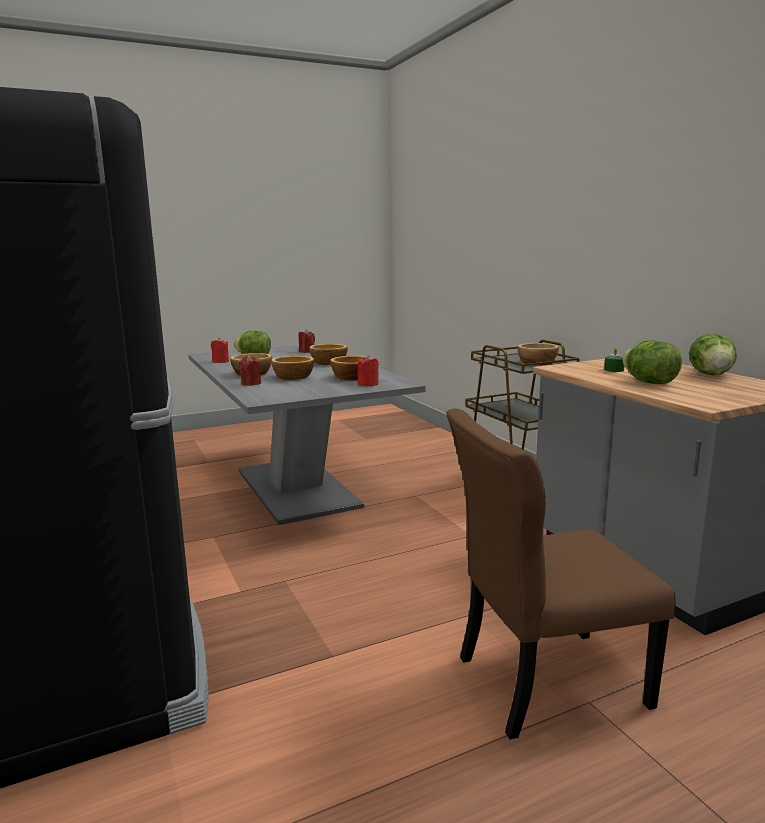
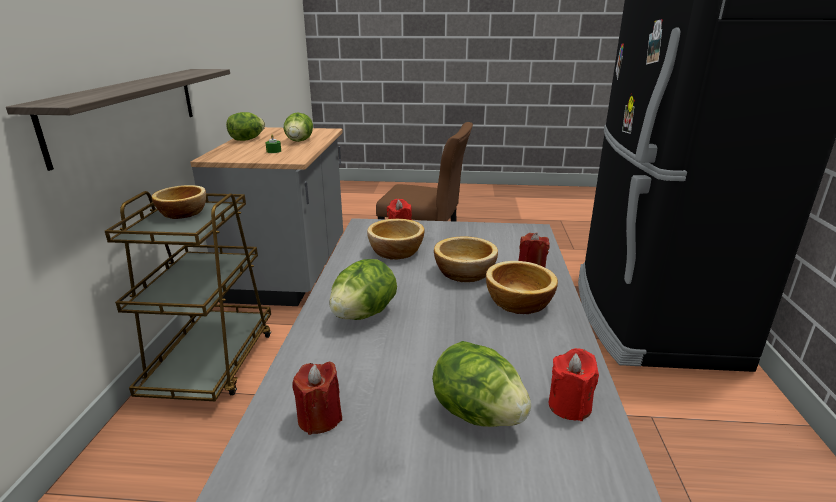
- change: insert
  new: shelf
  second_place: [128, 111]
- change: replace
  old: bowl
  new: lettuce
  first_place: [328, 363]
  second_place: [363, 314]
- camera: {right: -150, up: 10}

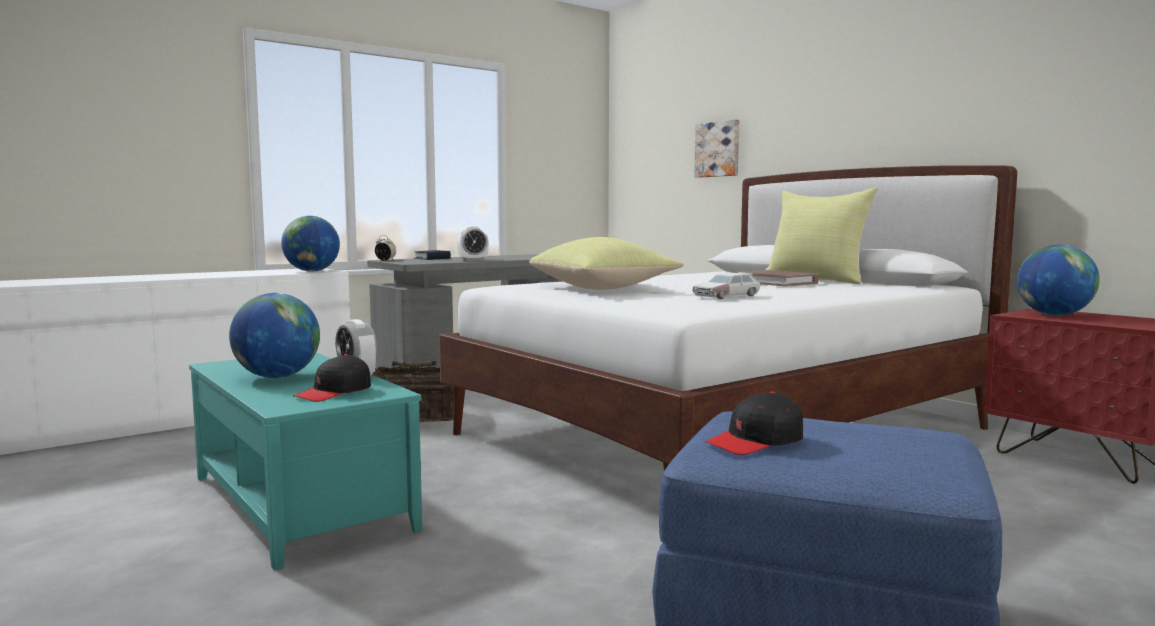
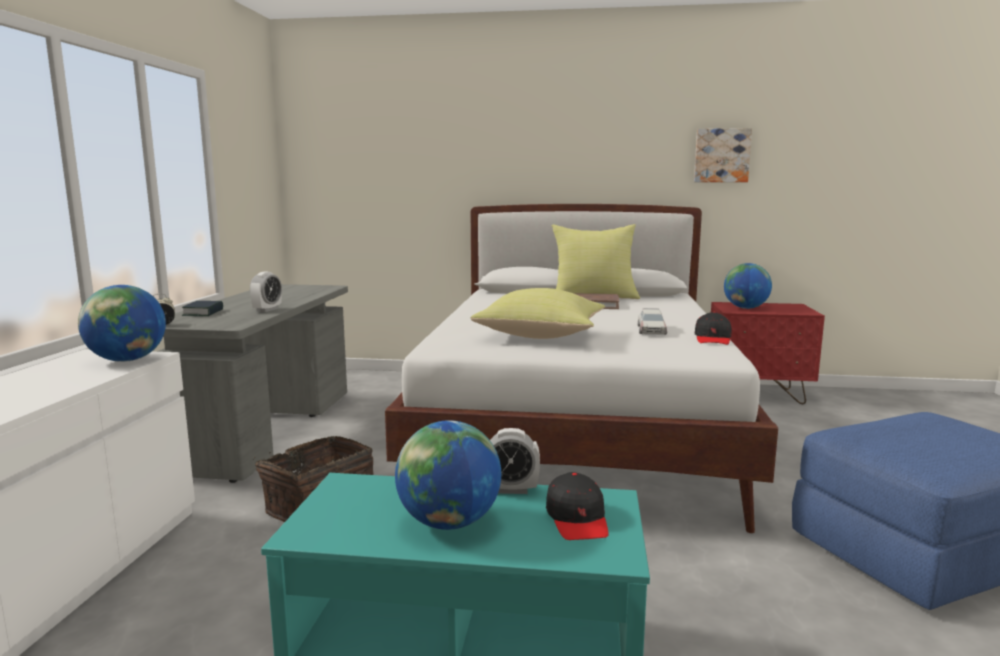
- change: move
  old: picture
  first_place: [718, 149]
  second_place: [721, 155]
- change: move
  old: cap/black
  first_place: [755, 442]
  second_place: [713, 338]
- camera: {right: -45, up: 5}

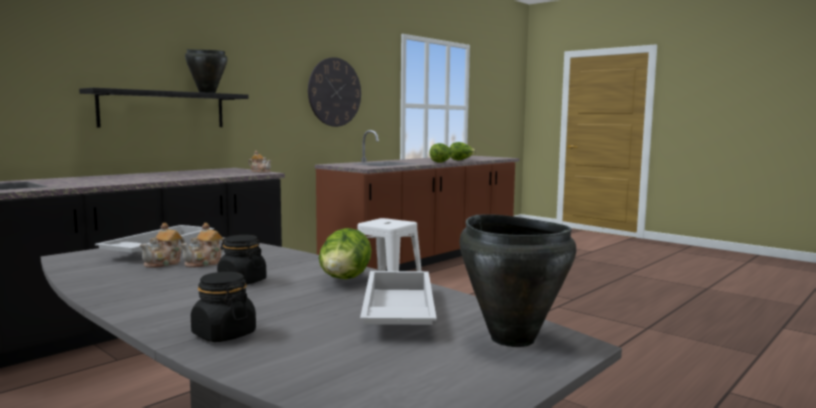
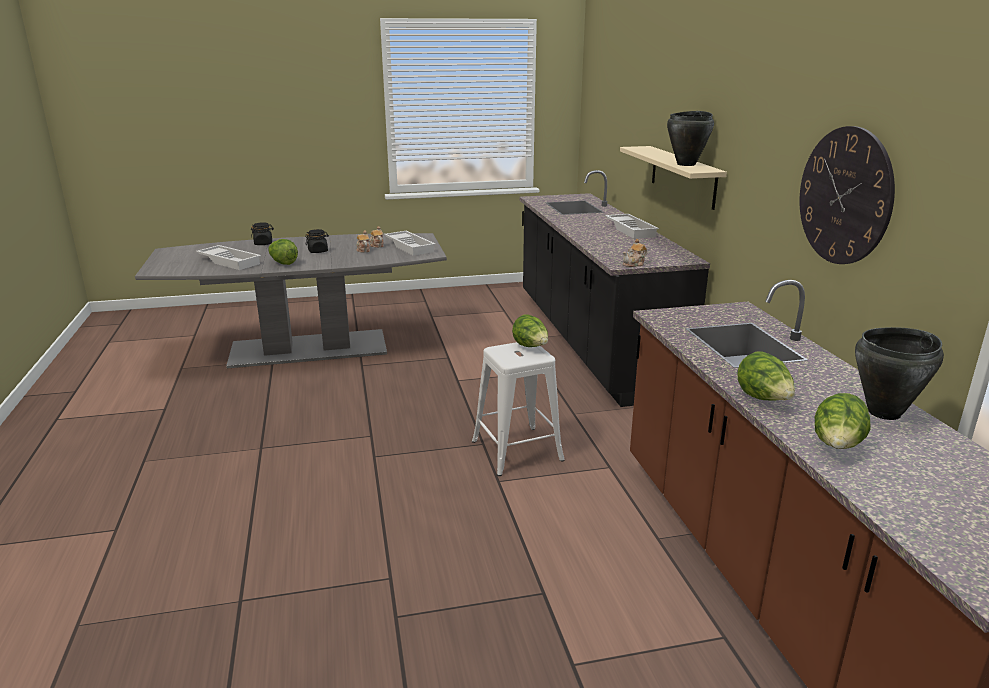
- change: insert
  new: lettuce
  second_place: [531, 347]
- change: insert
  new: tray/white
  second_place: [631, 230]
- change: recolor
  old: shelf/black
  new: shelf/beige
  first_place: [163, 109]
  second_place: [683, 176]
- change: move
  old: cooking pot/black
  first_place: [512, 338]
  second_place: [885, 413]
- camera: {right: 125, up: 15}

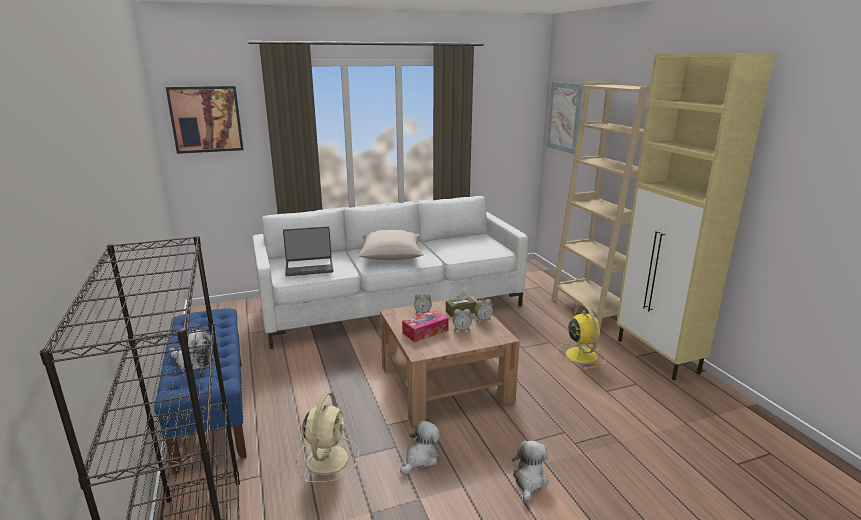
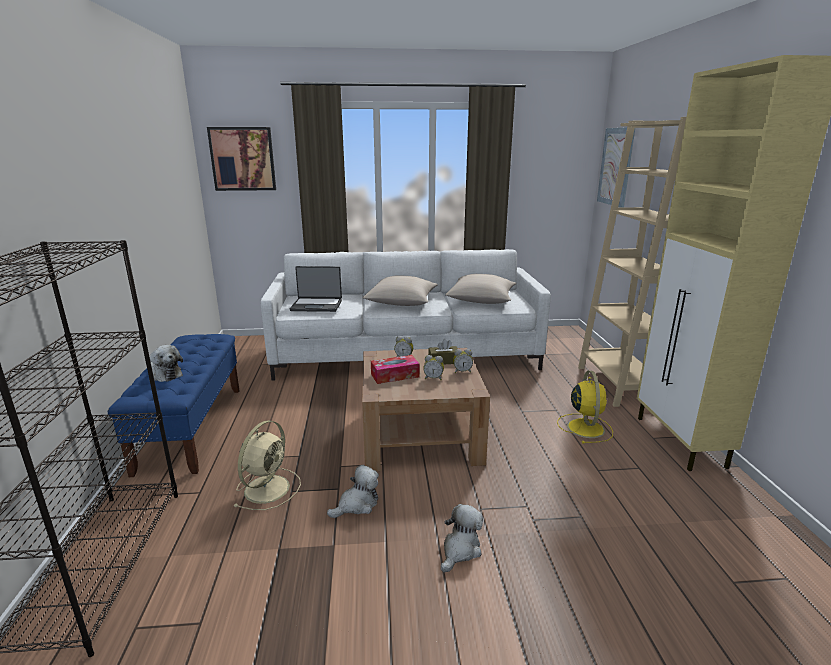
- change: insert
  new: pillow/beige
  second_place: [481, 300]
- camera: {right: 15, up: 0}

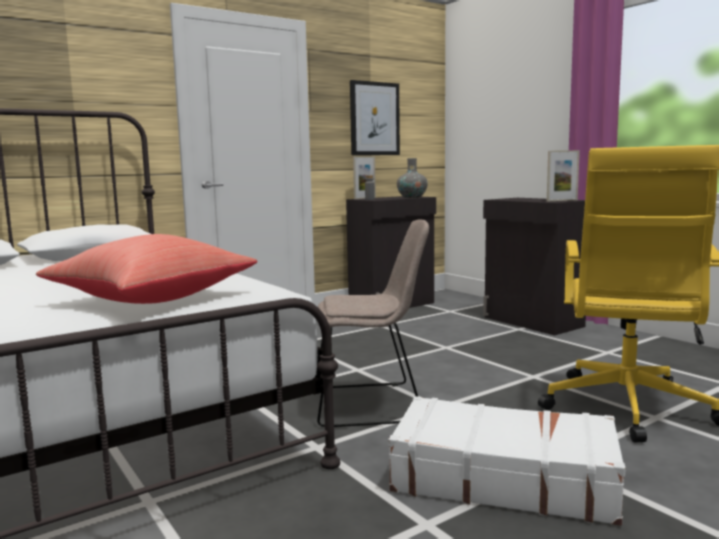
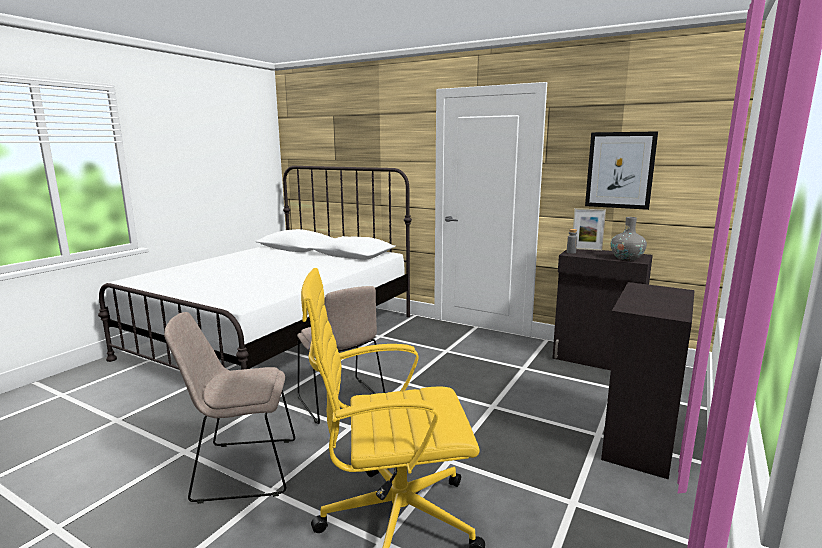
- change: replace
  old: suitcase/white
  new: chair/beige
  first_place: [503, 478]
  second_place: [241, 469]
- change: delete
  old: pillow/red
  first_place: [151, 300]
- change: delete
  old: picture frame
  first_place: [562, 200]
- camera: {right: 65, up: 5}

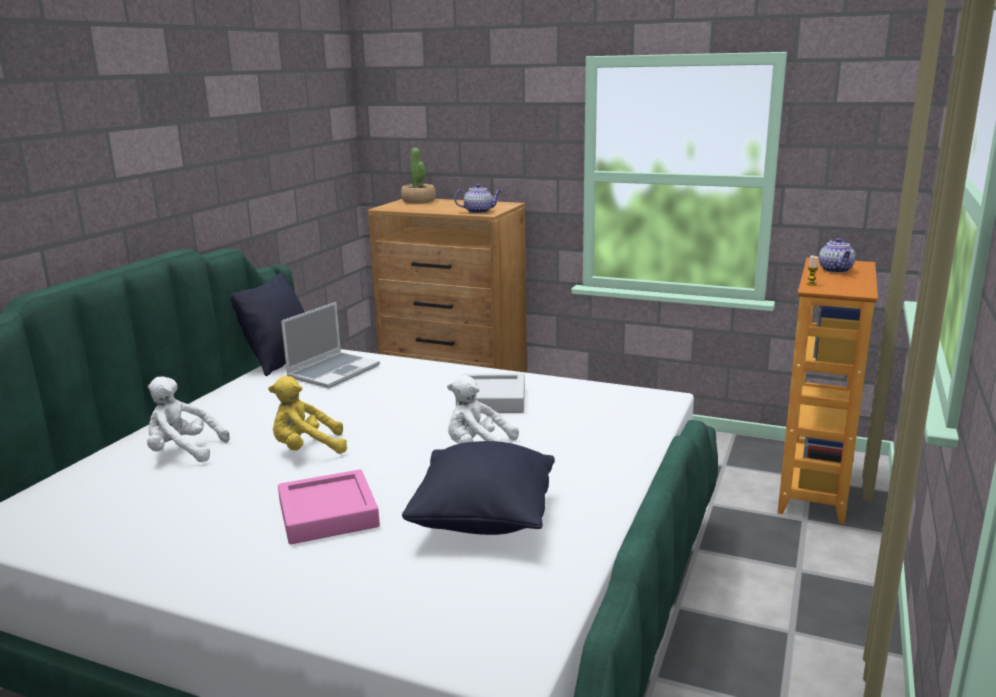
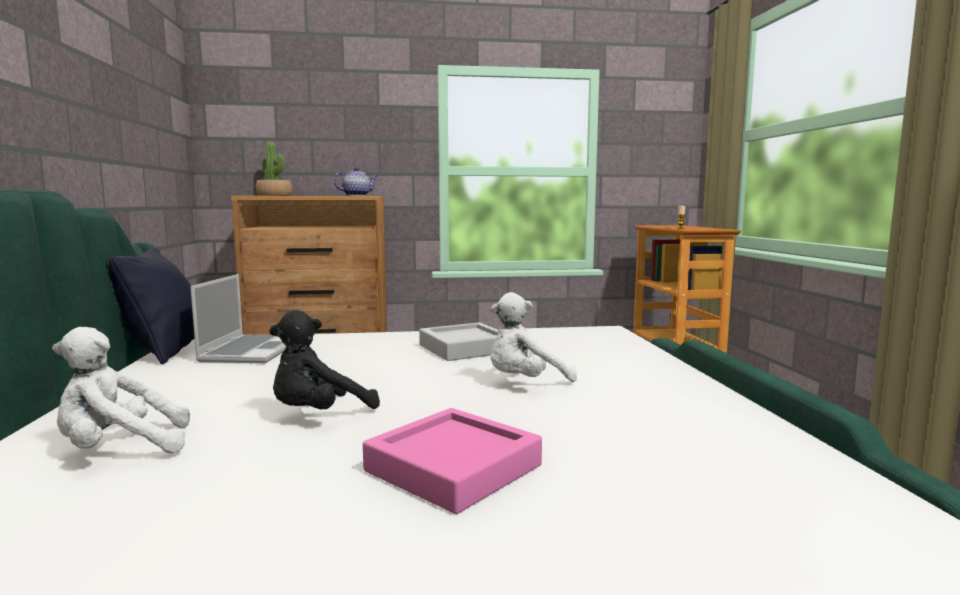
- change: recolor
  old: plush toy/yellow
  new: plush toy/black
  first_place: [307, 449]
  second_place: [319, 414]
- change: delete
  old: pillow/black
  first_place: [483, 520]
- change: delete
  old: teapot
  first_place: [836, 270]
- camera: {right: -30, up: -10}

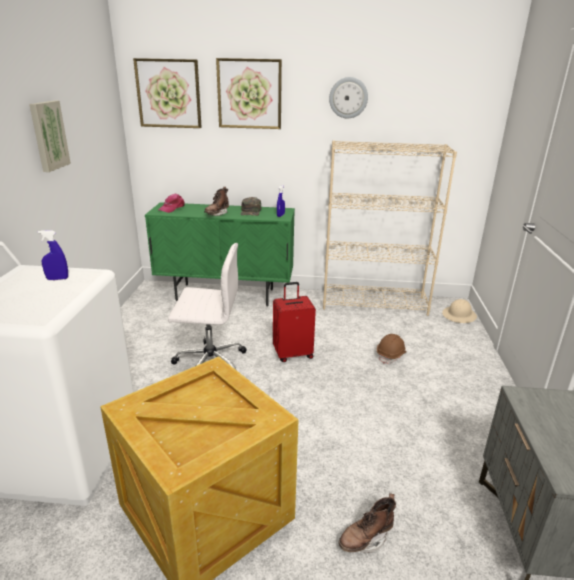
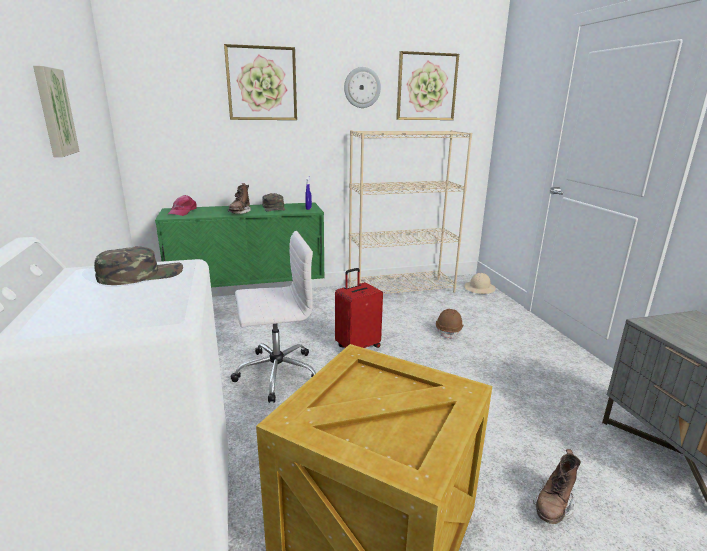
- change: replace
  old: spray bottle/blue
  new: cap/green
  first_place: [57, 279]
  second_place: [141, 274]
- change: move
  old: picture
  first_place: [168, 93]
  second_place: [426, 87]
- camera: {right: -20, up: -5}

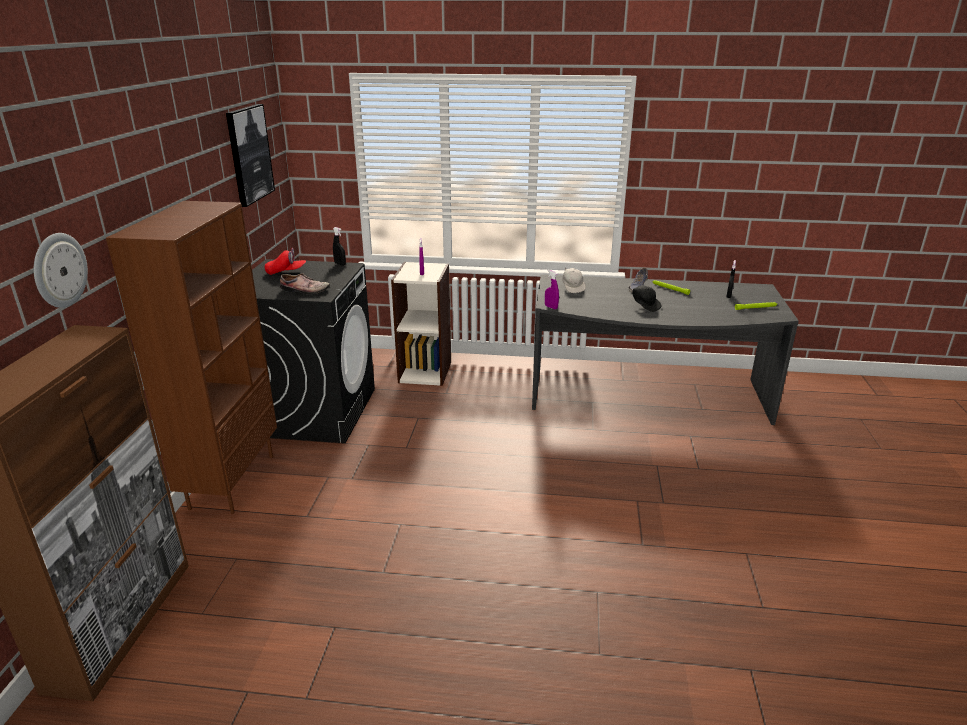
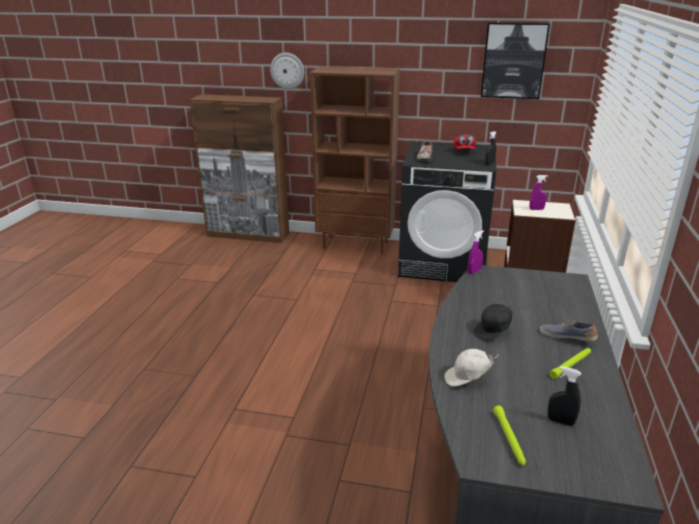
- change: move
  old: cap/white
  first_place: [573, 287]
  second_place: [468, 379]
- camera: {right: 95, up: 0}

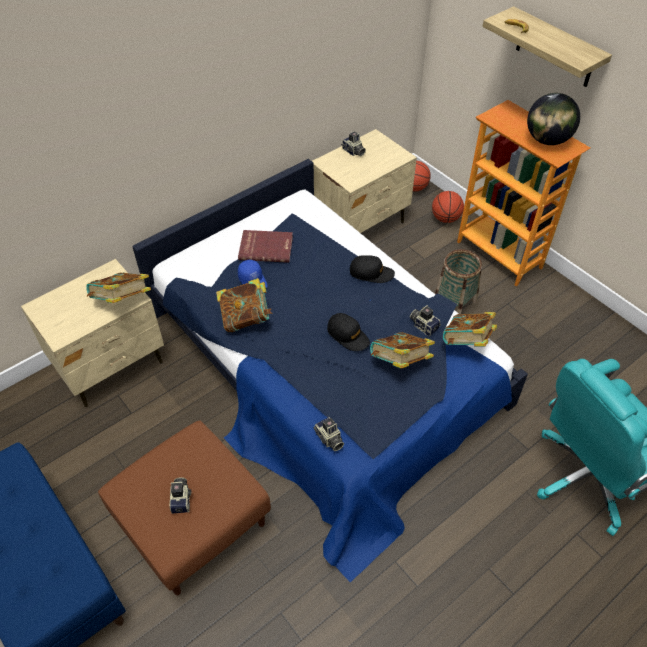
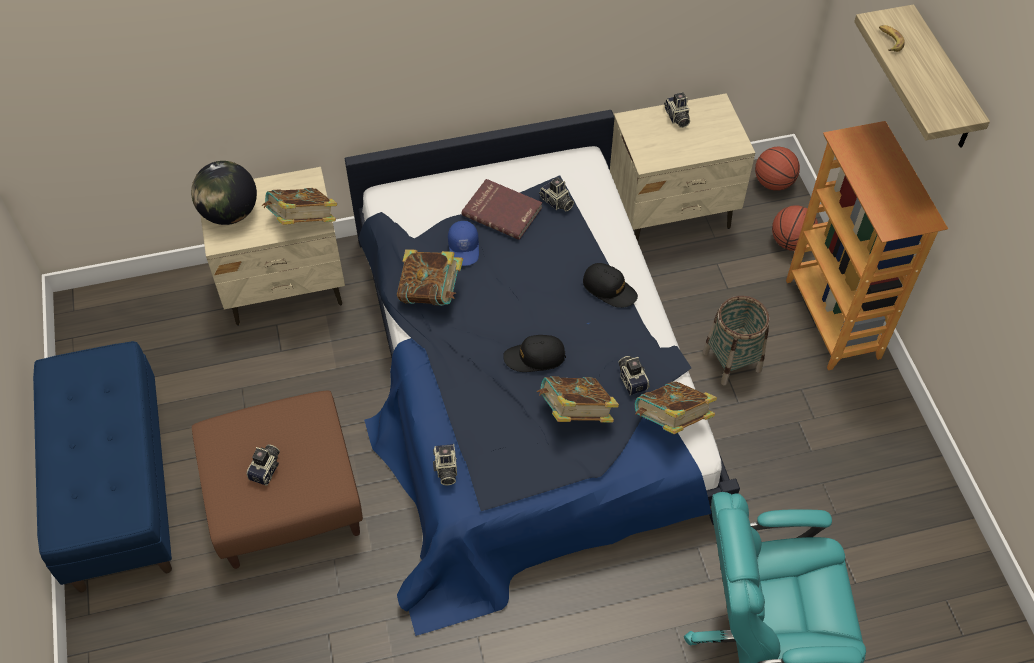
- change: move
  old: globe
  first_place: [547, 140]
  second_place: [230, 213]
- change: rotate
  old: cap/black
  first_place: [348, 335]
  second_place: [534, 357]
  degrees: 105
- change: insert
  new: photo camera
  second_place: [556, 202]
- camera: {right: 25, up: 5}

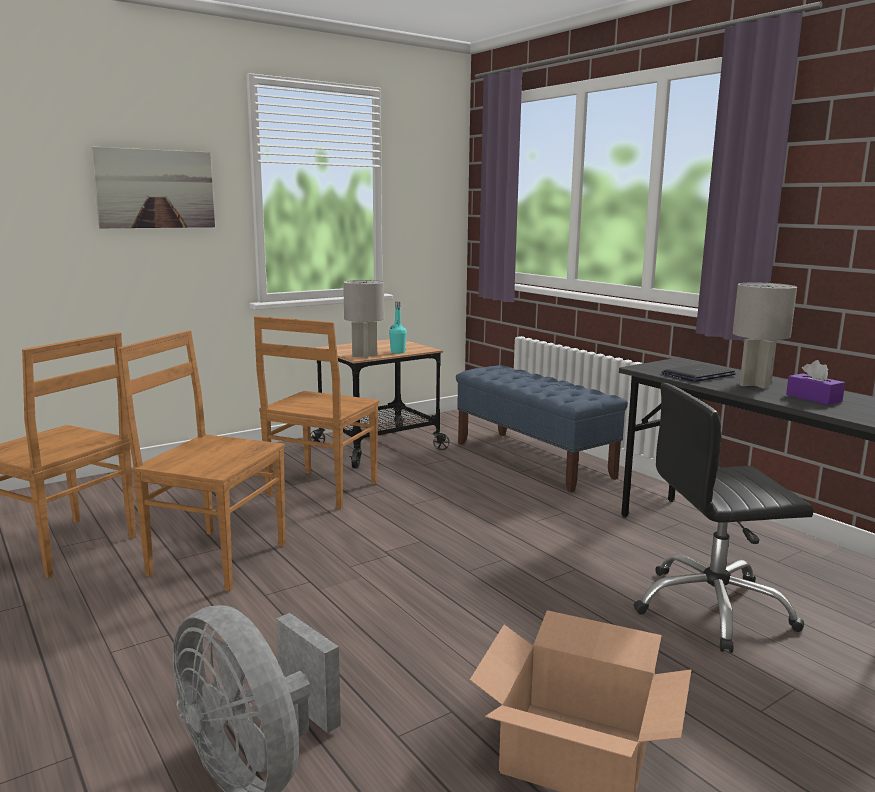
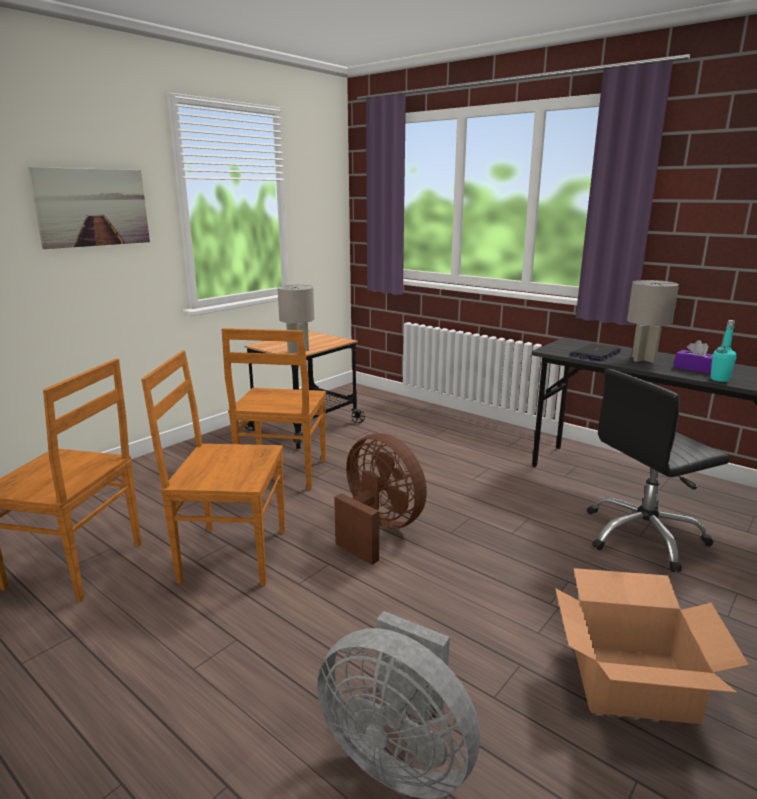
- change: insert
  new: fan/brown
  second_place: [378, 530]
- change: move
  old: bottle/turquoise
  first_place: [397, 352]
  second_place: [719, 379]
- change: delete
  old: bench/blue
  first_place: [533, 460]
- camera: {right: -15, up: 5}

